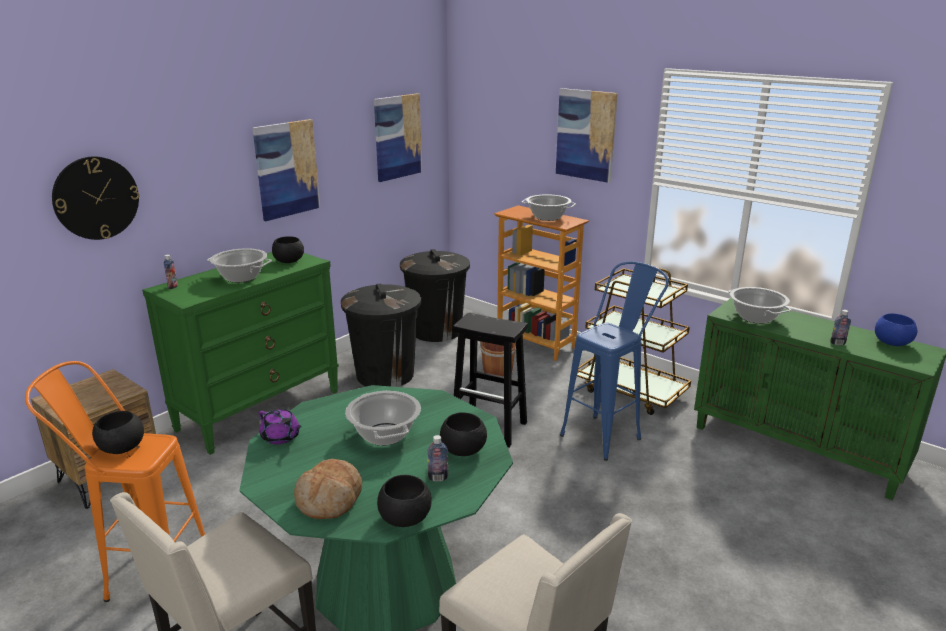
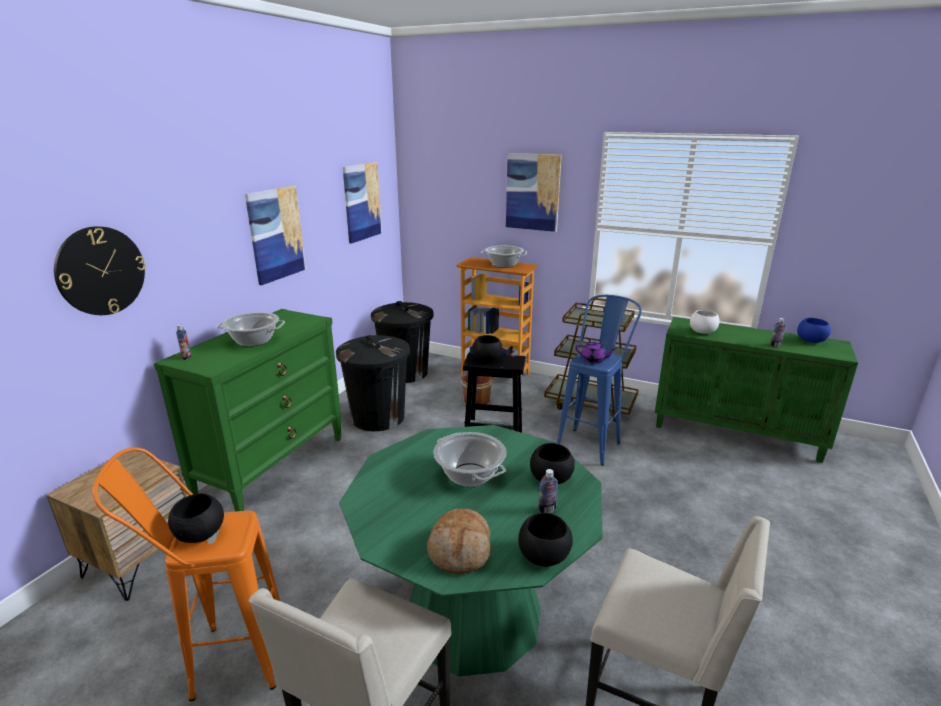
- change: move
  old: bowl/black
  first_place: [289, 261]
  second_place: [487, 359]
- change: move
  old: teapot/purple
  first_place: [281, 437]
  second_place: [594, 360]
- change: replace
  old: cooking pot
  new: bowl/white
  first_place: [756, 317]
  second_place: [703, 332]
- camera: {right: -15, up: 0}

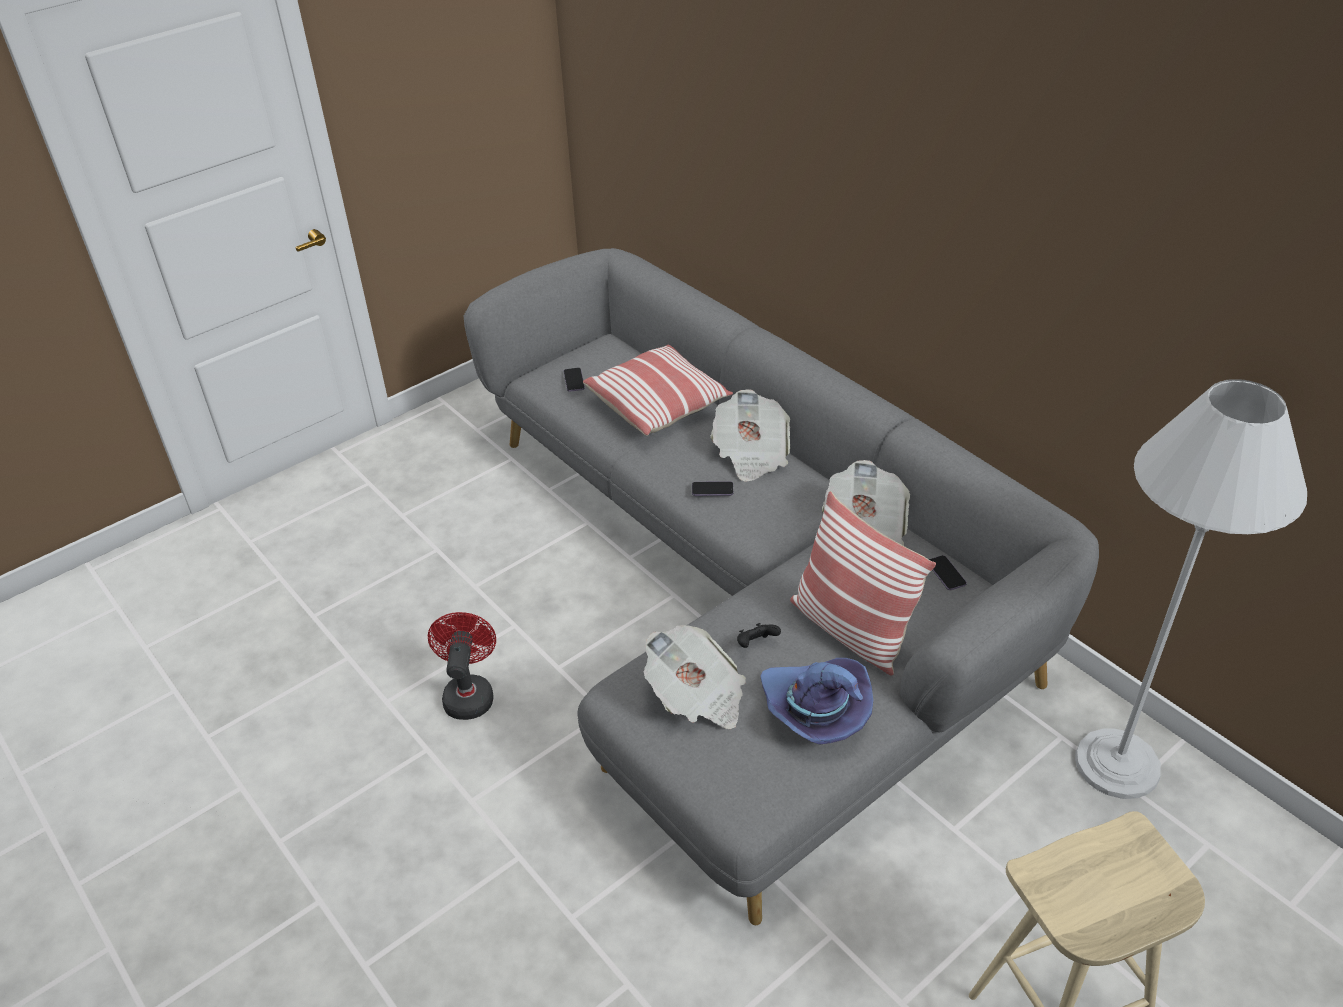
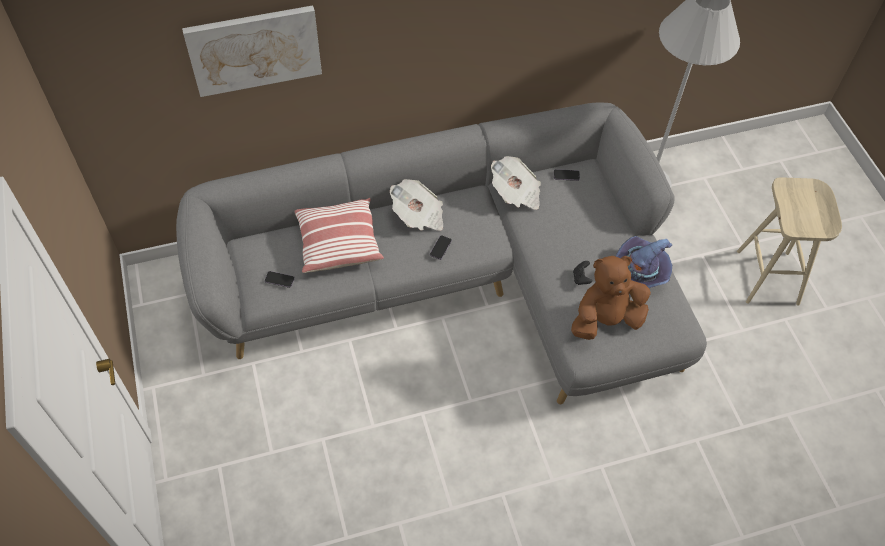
- change: insert
  new: picture
  second_place: [254, 49]
- change: replace
  old: newspaper
  new: plush toy/brown
  first_place: [697, 696]
  second_place: [605, 319]
- change: delete
  old: fan/red
  first_place: [469, 693]
- change: delete
  old: pillow
  first_place: [850, 630]
- camera: {right: -70, up: 15}

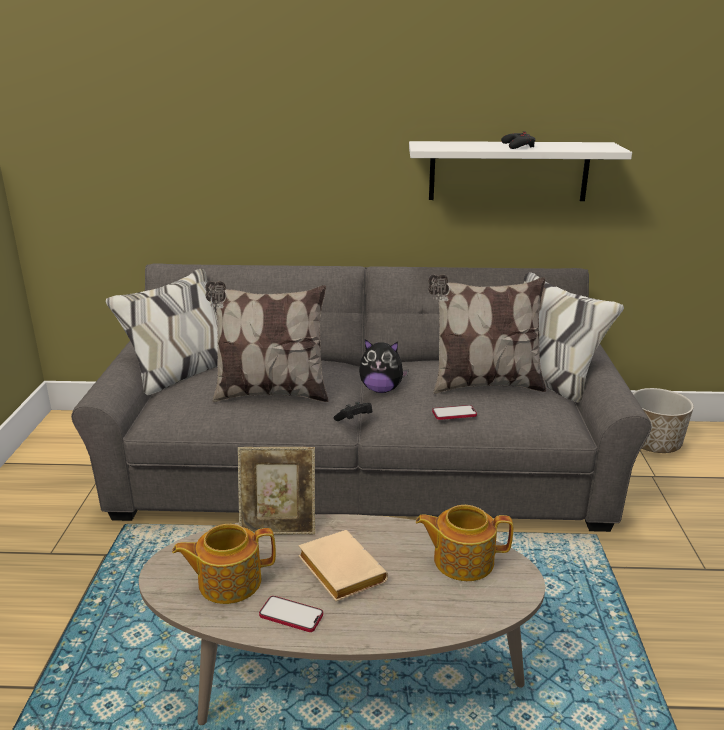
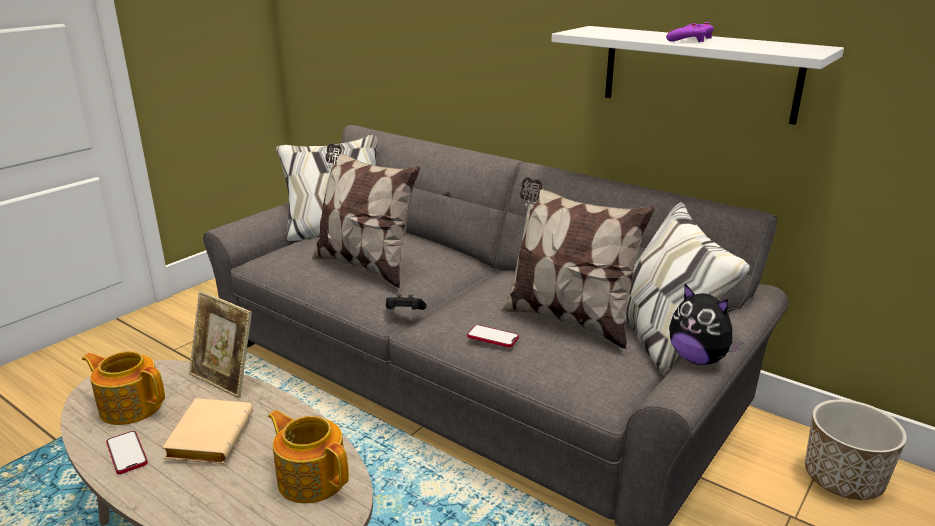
- change: recolor
  old: game controller/black
  new: game controller/purple
  first_place: [518, 146]
  second_place: [690, 39]
- change: move
  old: plush toy
  first_place: [381, 389]
  second_place: [698, 359]
- camera: {right: 35, up: 0}

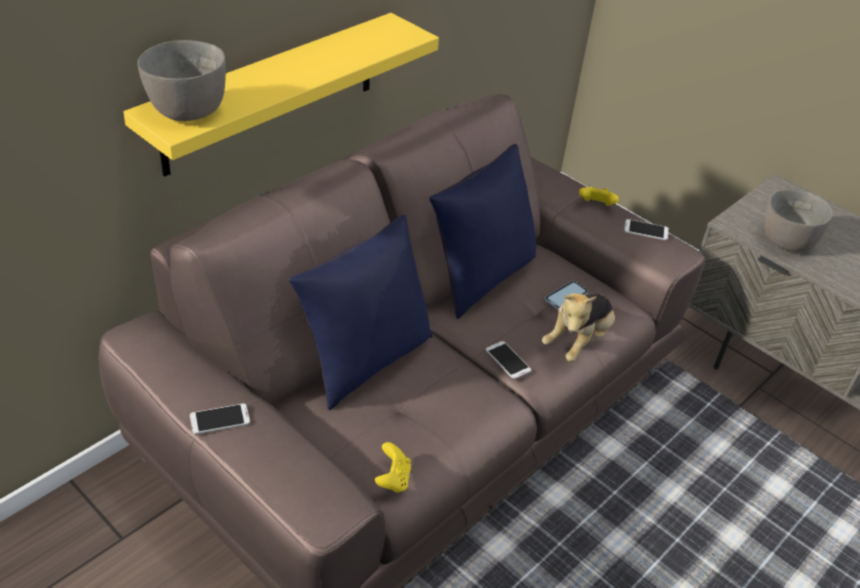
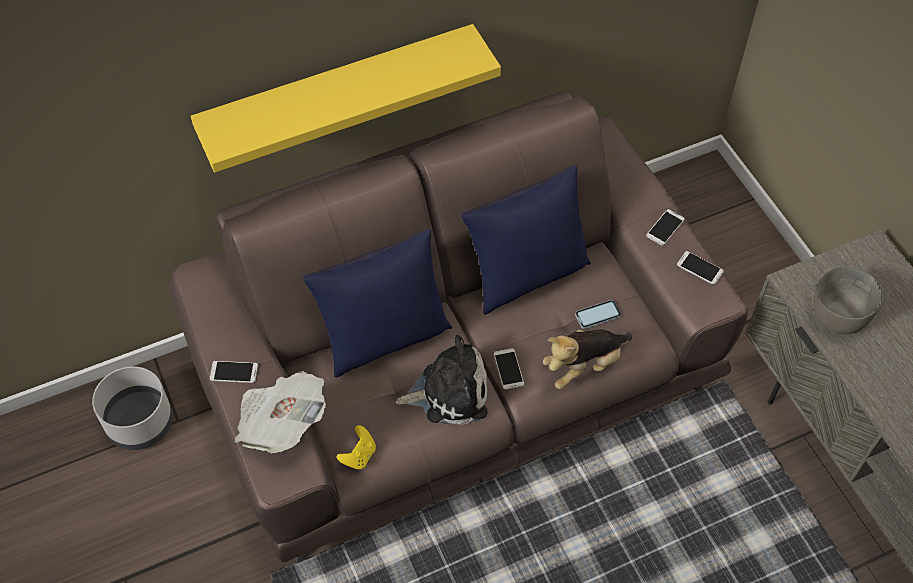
- change: insert
  new: planter/grey
  second_place: [139, 422]
- change: insert
  new: newspaper
  second_place: [281, 422]
- change: insert
  new: plush toy
  second_place: [449, 392]
- change: replace
  old: game controller/yellow
  new: phone
  first_place: [596, 206]
  second_place: [665, 227]
- change: delete
  old: bowl/grey
  first_place: [186, 110]
- camera: {right: 25, up: 15}

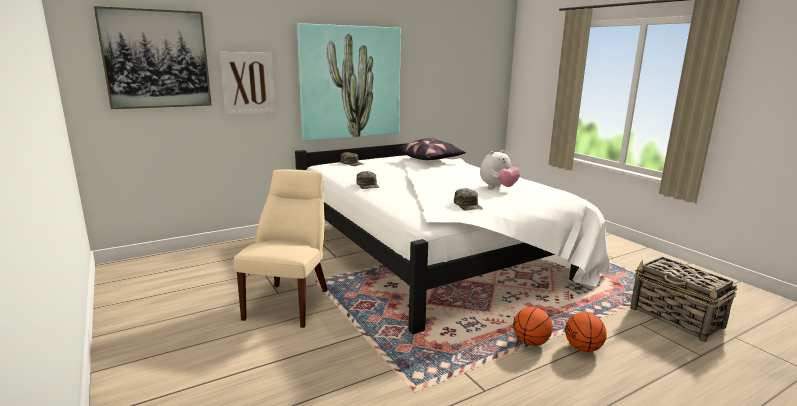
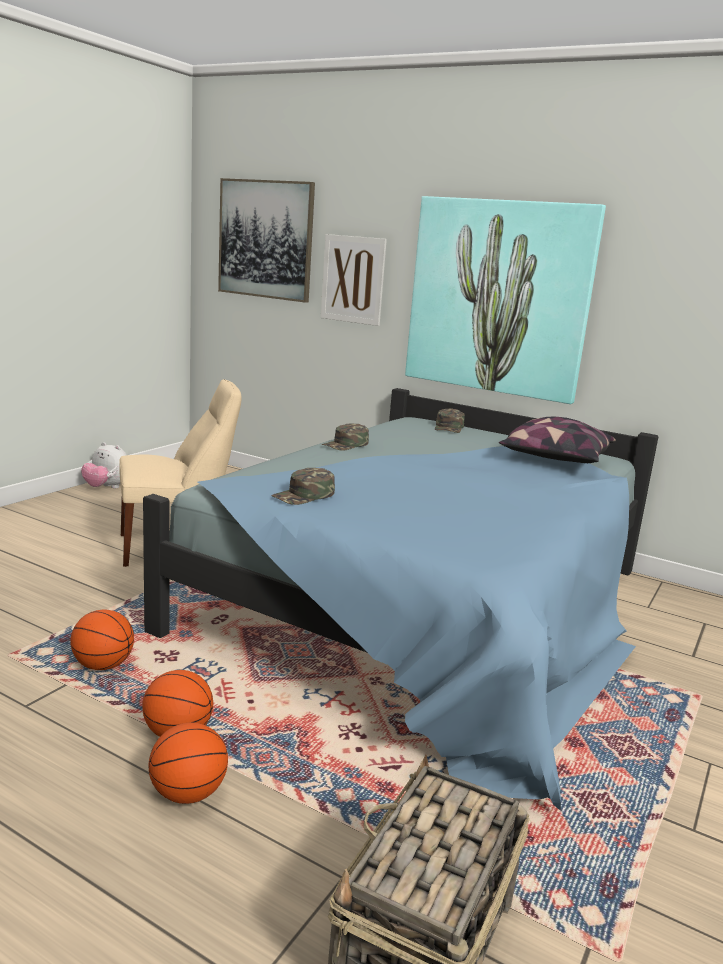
- change: insert
  new: basketball
  second_place: [102, 665]
- change: move
  old: plush toy
  first_place: [498, 188]
  second_place: [106, 488]
- change: recolor
  old: bed/white
  new: bed/blue
  first_place: [435, 252]
  second_place: [430, 607]
- camera: {right: 60, up: 0}

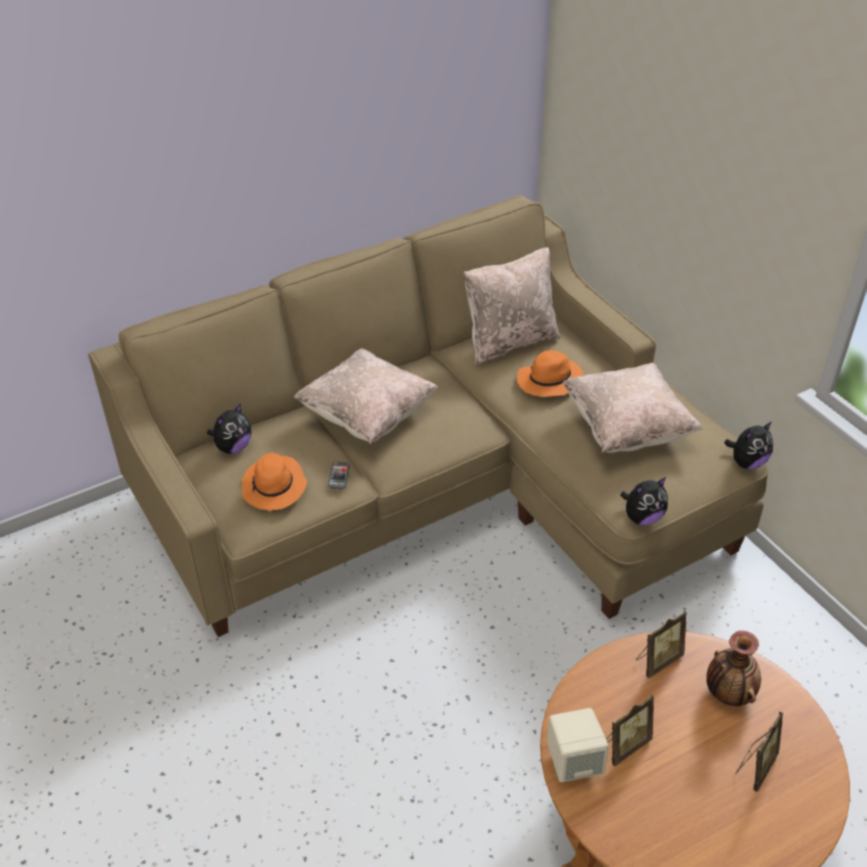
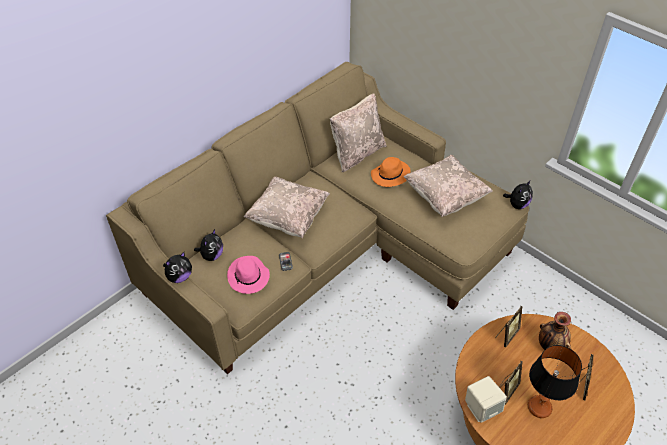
- change: move
  old: plush toy
  first_place: [642, 517]
  second_place: [179, 277]
- change: recolor
  old: hat/orange
  new: hat/pink
  first_place: [274, 487]
  second_place: [248, 277]
- change: insert
  new: table lamp
  second_place: [540, 407]
- camera: {right: -15, up: 5}

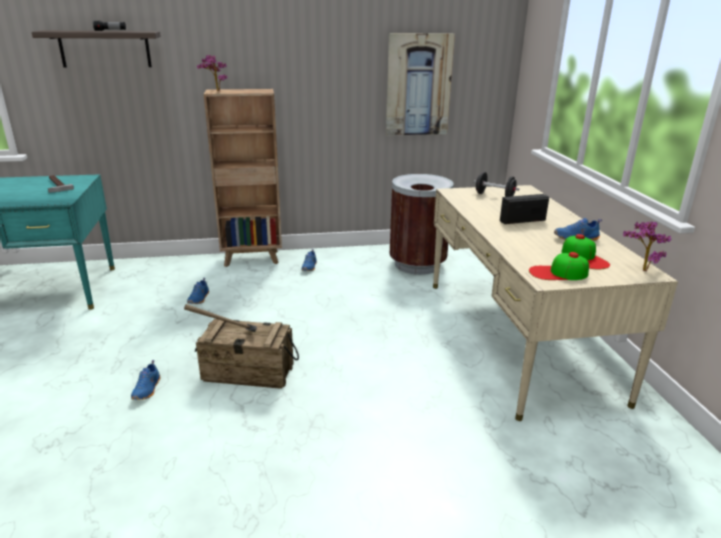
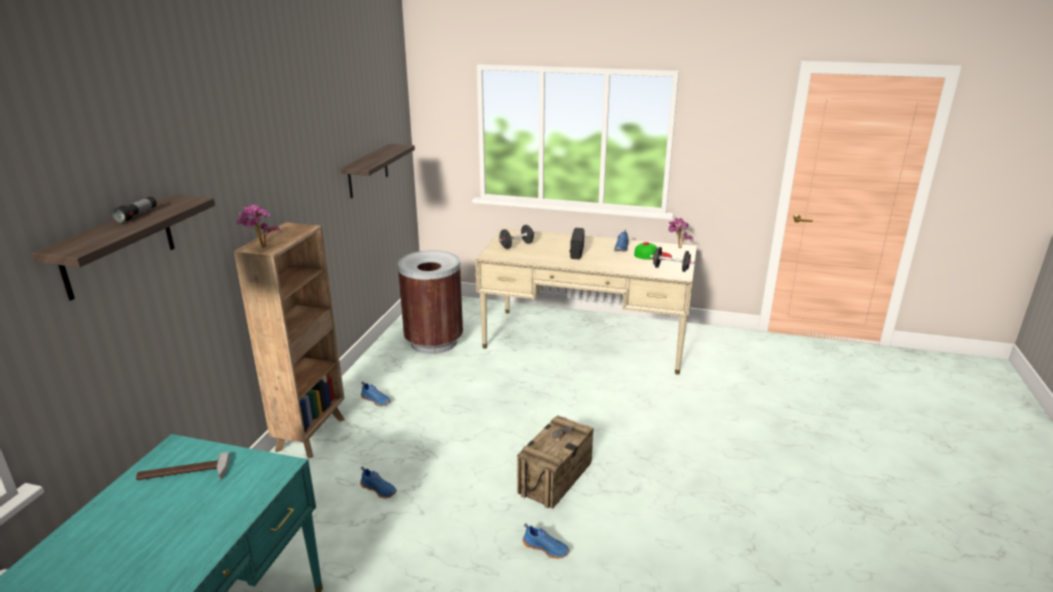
- change: replace
  old: picture
  new: shelf
  first_place: [418, 85]
  second_place: [368, 171]
- change: replace
  old: cap
  new: dumbbell/black
  first_place: [558, 273]
  second_place: [670, 268]
- camera: {right: -65, up: 0}

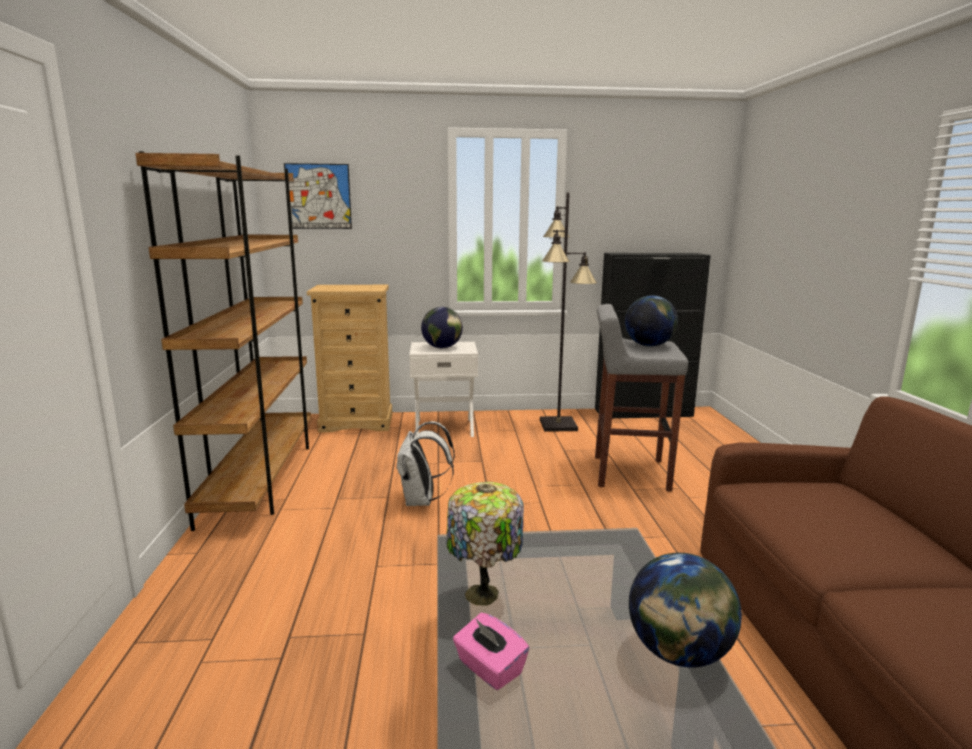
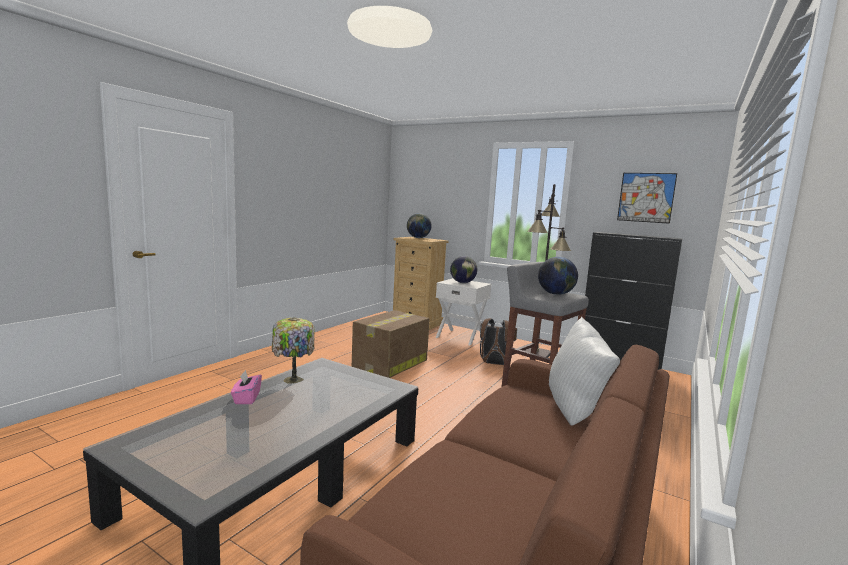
- change: replace
  old: backpack/white
  new: cardboard box
  first_place: [422, 501]
  second_place: [389, 363]
- change: move
  old: globe
  first_place: [678, 653]
  second_place: [418, 238]
- change: insert
  new: backpack/brown
  second_place: [494, 364]
- change: insert
  new: pillow/white
  second_place: [577, 412]
- change: move
  old: picture
  first_place: [318, 196]
  second_place: [646, 197]
- change: delete
  old: bookcase/brown
  first_place: [261, 478]
- camera: {right: 35, up: -5}

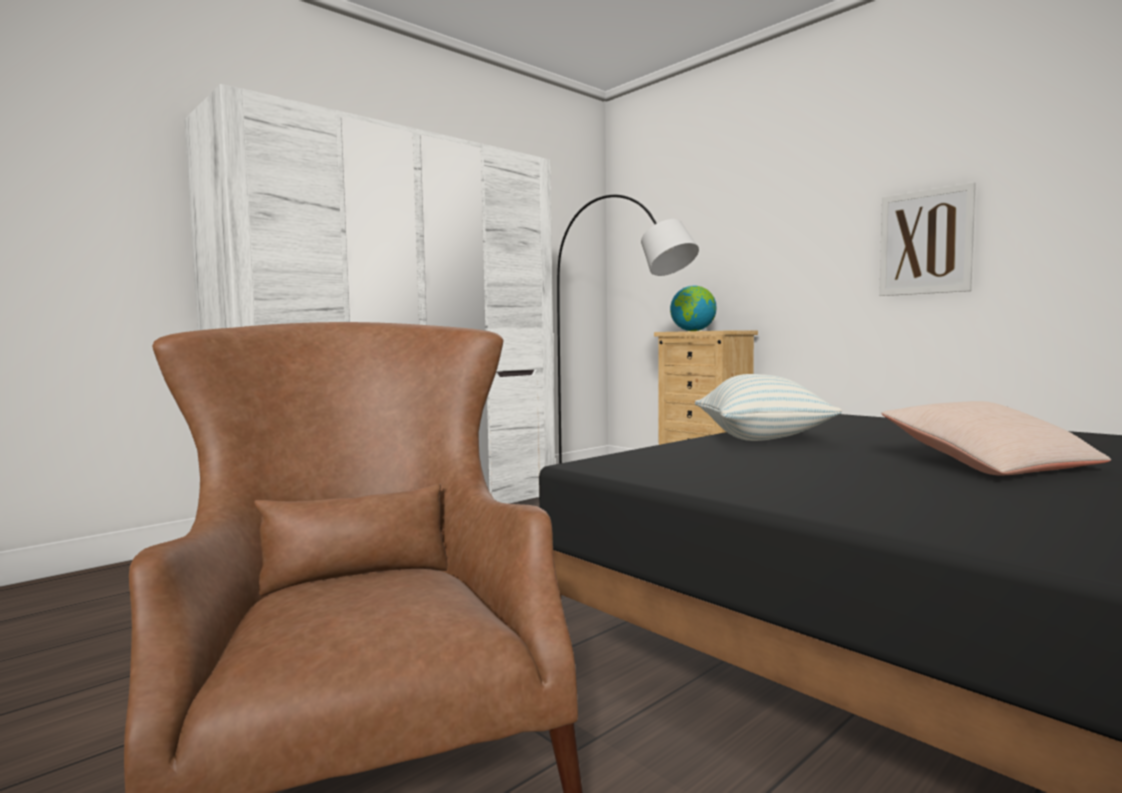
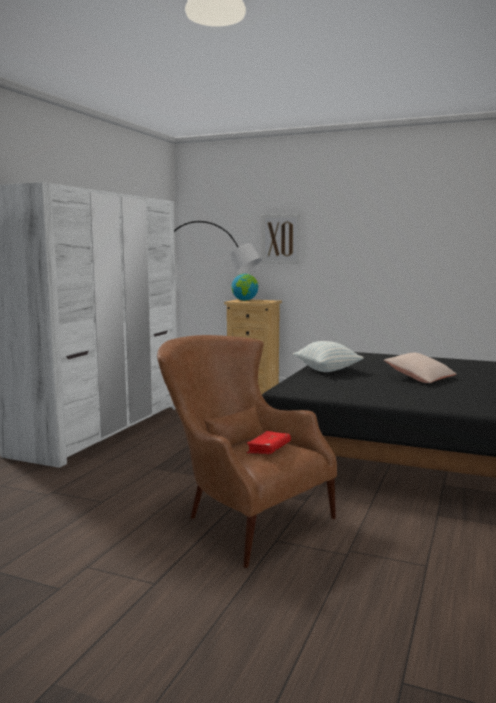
- change: insert
  new: book/red
  second_place: [268, 449]
- change: move
  old: picture
  first_place: [925, 242]
  second_place: [280, 239]
- camera: {right: -25, up: 5}

